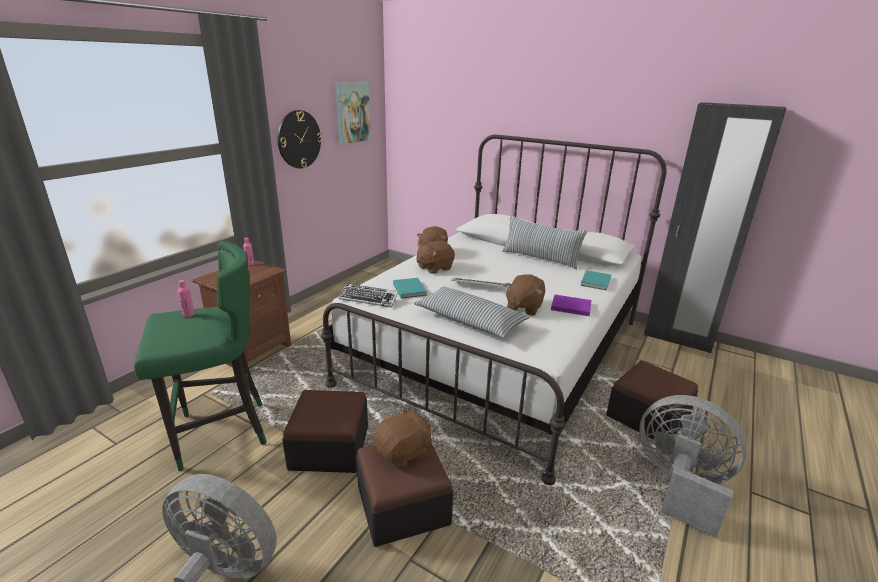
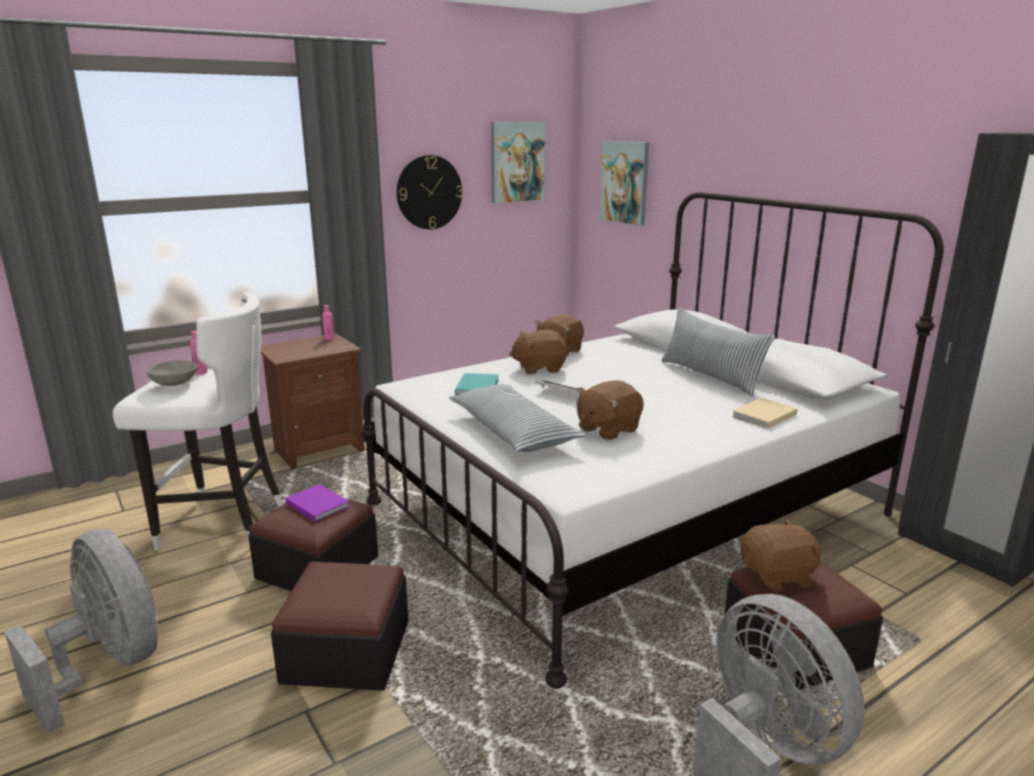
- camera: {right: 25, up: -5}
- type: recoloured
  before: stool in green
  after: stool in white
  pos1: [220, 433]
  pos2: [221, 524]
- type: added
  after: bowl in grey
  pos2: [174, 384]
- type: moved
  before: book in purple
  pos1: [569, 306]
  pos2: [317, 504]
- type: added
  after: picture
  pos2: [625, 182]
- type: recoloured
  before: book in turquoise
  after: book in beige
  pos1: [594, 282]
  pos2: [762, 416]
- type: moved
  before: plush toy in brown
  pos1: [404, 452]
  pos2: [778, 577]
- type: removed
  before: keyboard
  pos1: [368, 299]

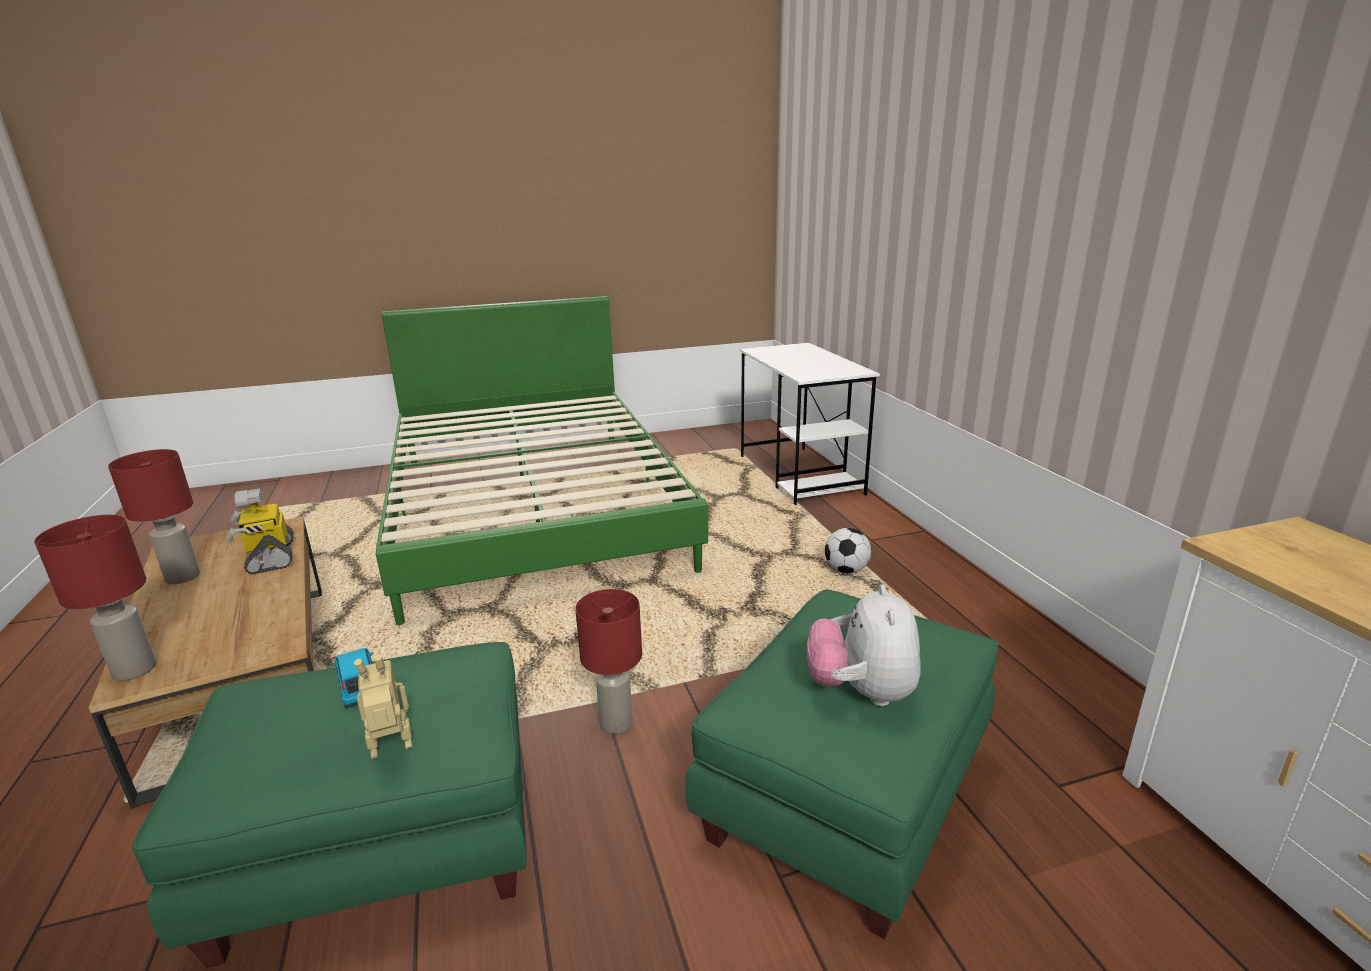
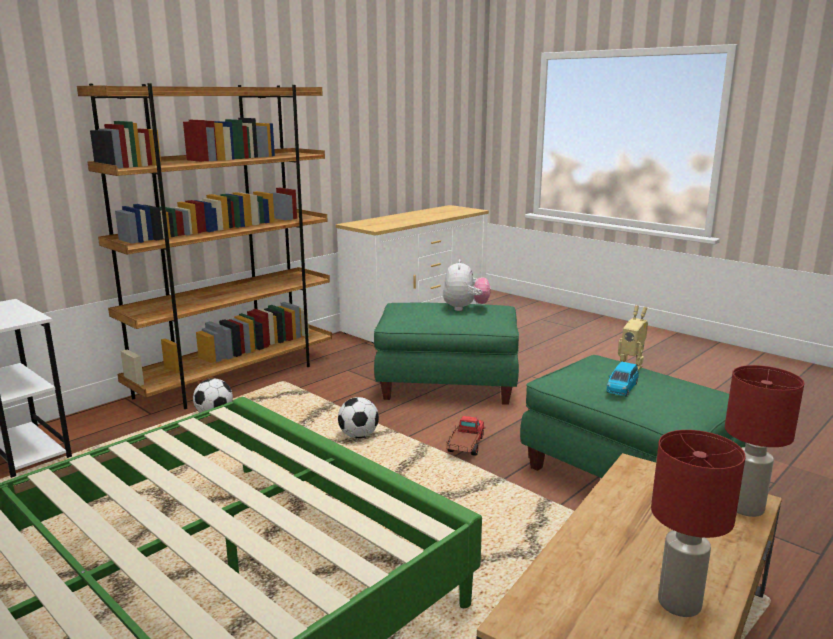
- camera: {right: -120, up: -5}
- type: added
  after: bookcase in brown
  pos2: [235, 378]
- type: added
  after: football
  pos2: [359, 436]
- type: turned
  before: plush toy
  pos1: [861, 692]
  pos2: [465, 308]
  turn: -60
- type: replaced
  before: table lamp in red
  after: toy truck
  pos1: [616, 722]
  pos2: [465, 446]
- type: removed
  before: toy robot
  pos1: [270, 557]

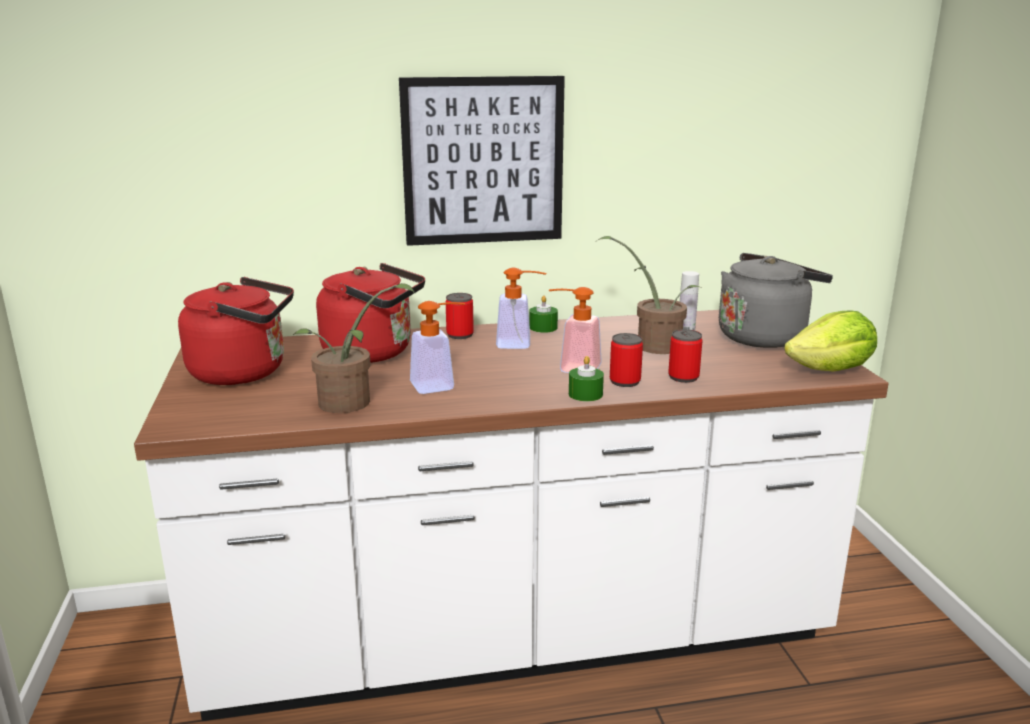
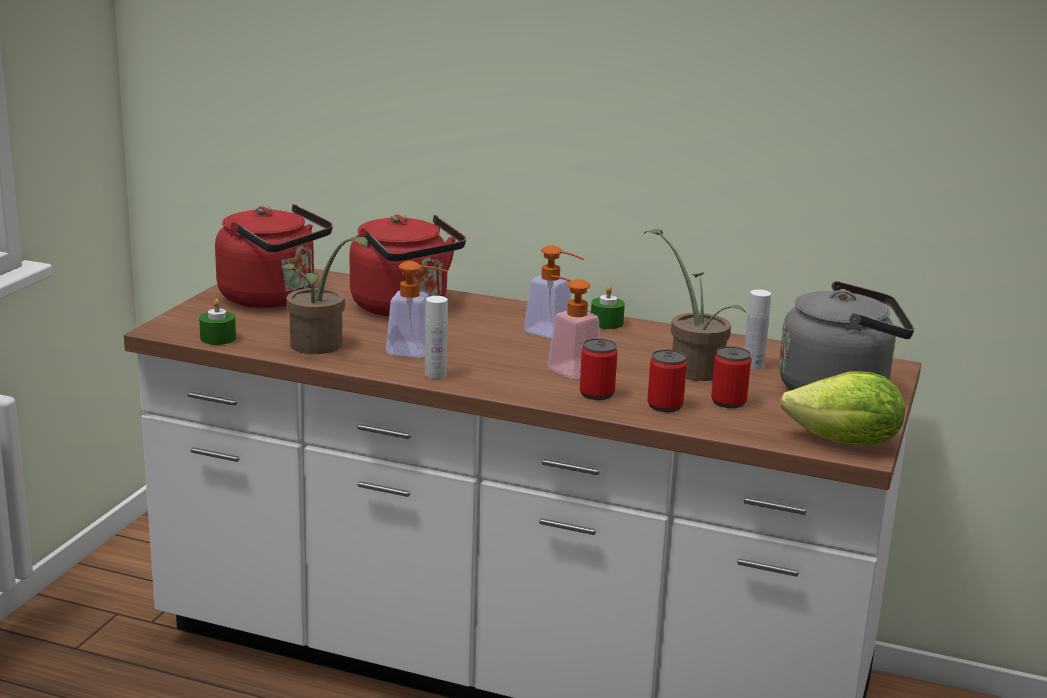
- camera: {right: 30, up: 0}
- type: moved
  before: candle in green
  pos1: [585, 394]
  pos2: [218, 338]
- type: added
  after: bottle in white
  pos2: [435, 374]
- type: moved
  before: can
  pos1: [460, 335]
  pos2: [728, 402]
- type: removed
  before: picture
  pos1: [483, 161]

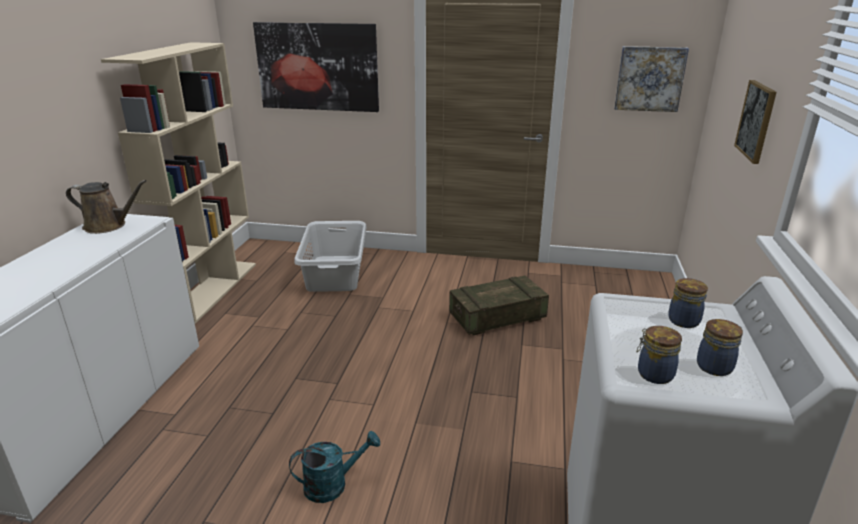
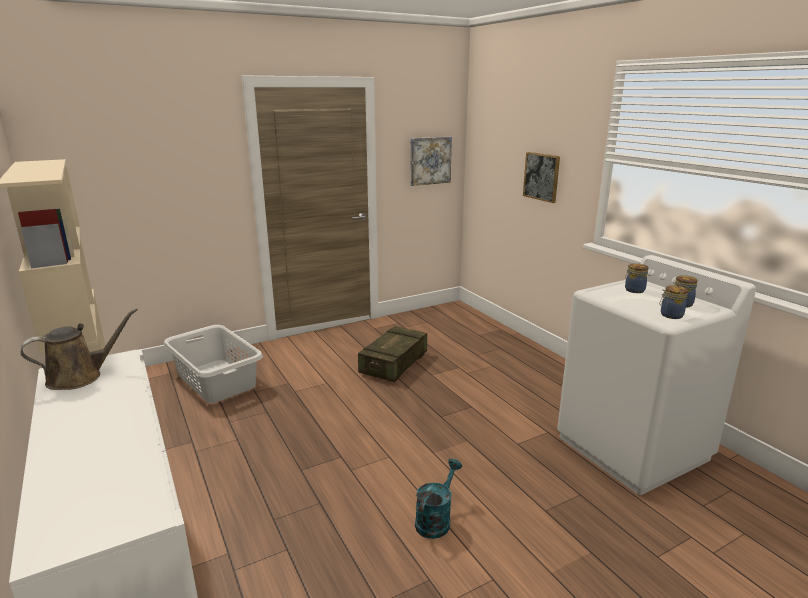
- camera: {right: -40, up: -5}
- type: removed
  before: picture
  pos1: [317, 67]

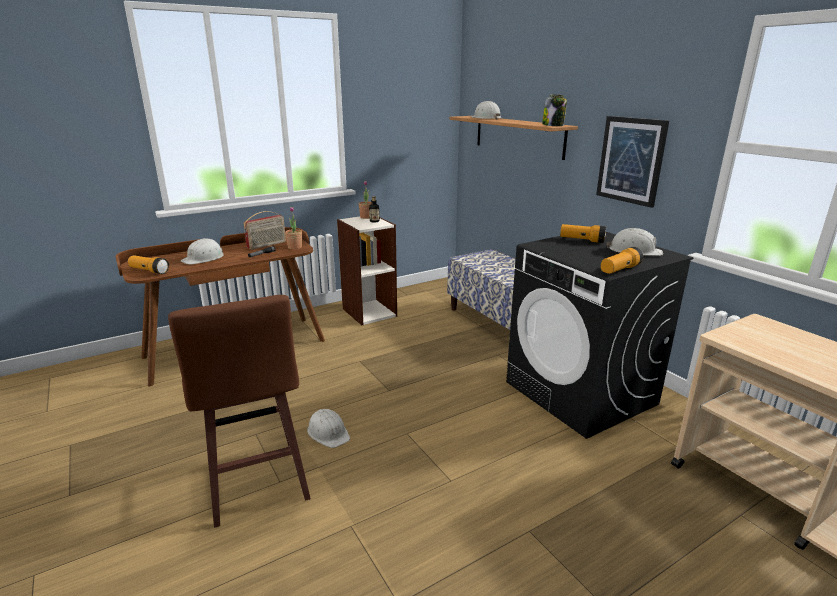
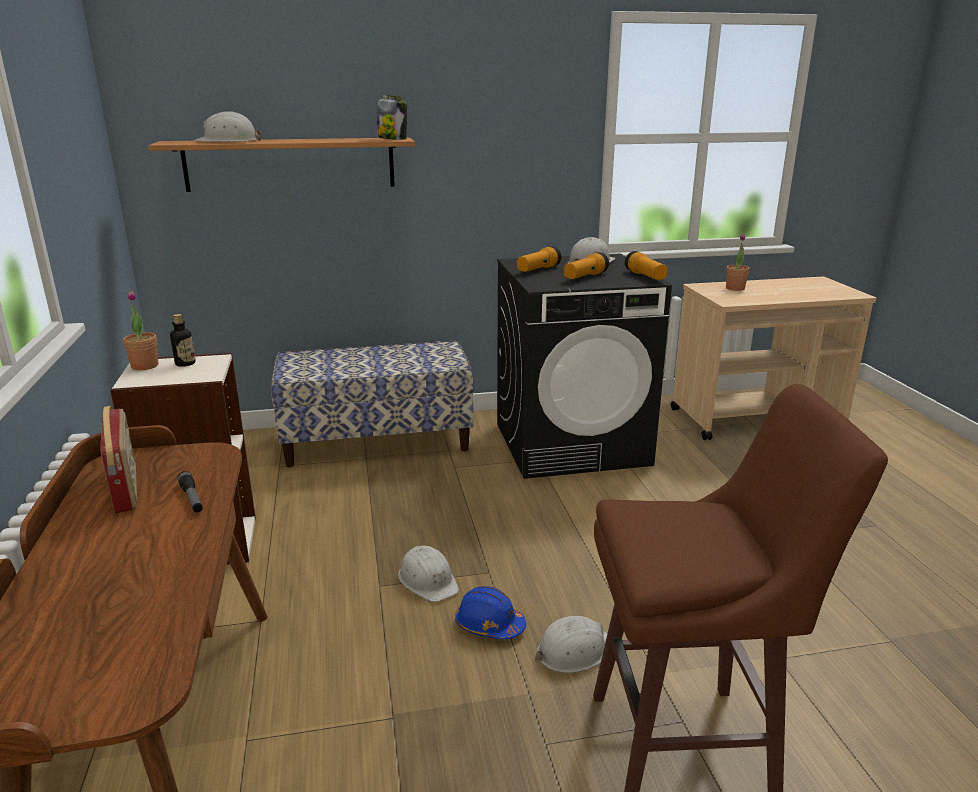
- camera: {right: -70, up: 0}
- type: moved
  before: hard hat in white
  pos1: [204, 258]
  pos2: [428, 580]
- type: added
  after: hard hat in blue
  pos2: [489, 625]
- type: moved
  before: flashlight
  pos1: [149, 271]
  pos2: [585, 277]
- type: moved
  before: potted plant
  pos1: [295, 247]
  pos2: [735, 288]
- type: removed
  before: picture
  pos1: [631, 160]

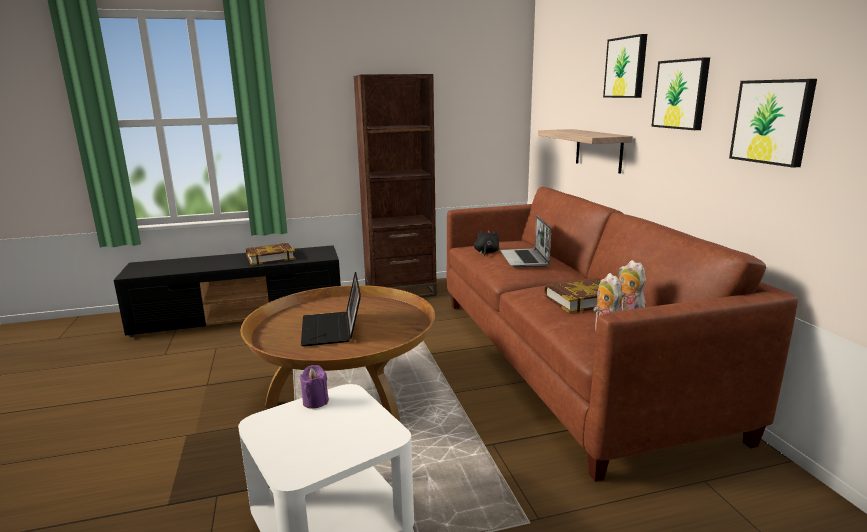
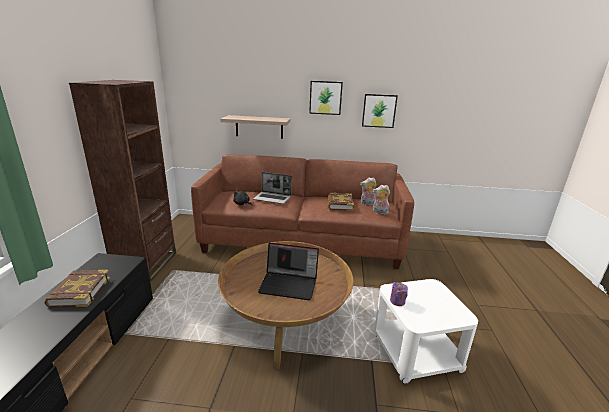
- camera: {right: -70, up: 5}
- type: removed
  before: picture
  pos1: [626, 67]

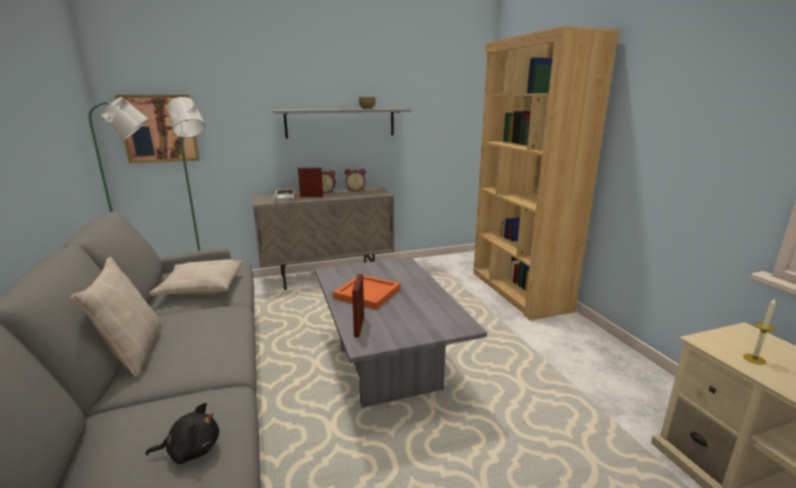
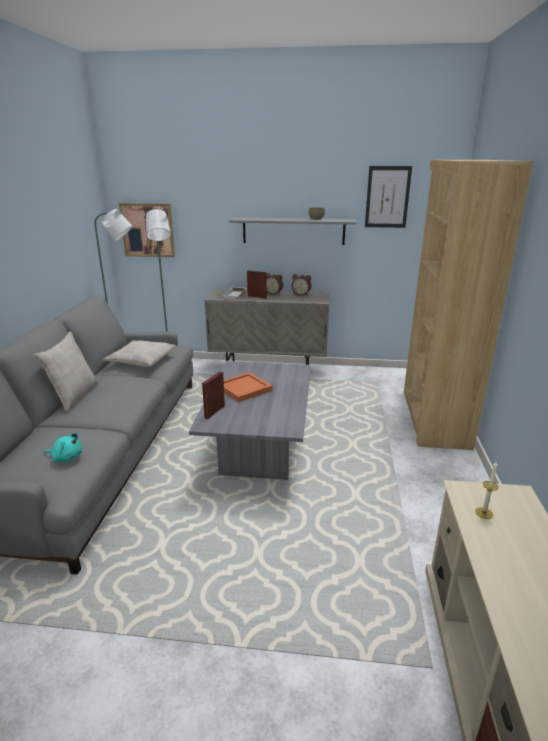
- camera: {right: 25, up: 5}
- type: recoloured
  before: plush toy in black
  after: plush toy in turquoise
  pos1: [191, 450]
  pos2: [66, 457]
- type: added
  after: picture
  pos2: [387, 197]

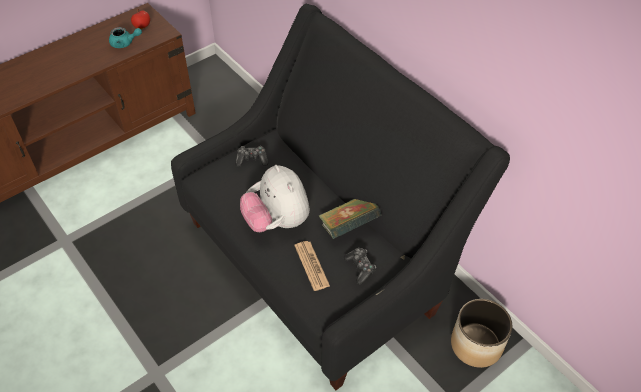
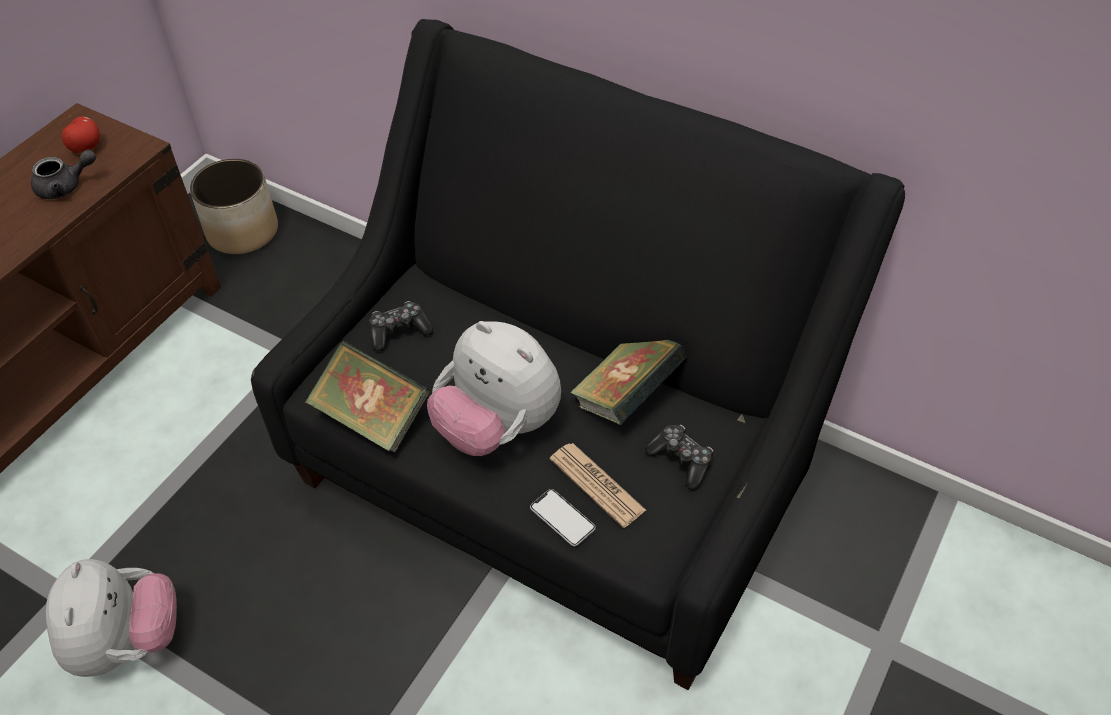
- camera: {right: -20, up: 0}
- type: recoloured
  before: teapot in turquoise
  after: teapot in grey
  pos1: [125, 43]
  pos2: [66, 186]
- type: added
  after: plush toy
  pos2: [127, 641]
- type: moved
  before: planter
  pos1: [476, 345]
  pos2: [243, 231]
- type: added
  after: book
  pos2: [372, 417]
- type: added
  after: phone
  pos2: [562, 518]

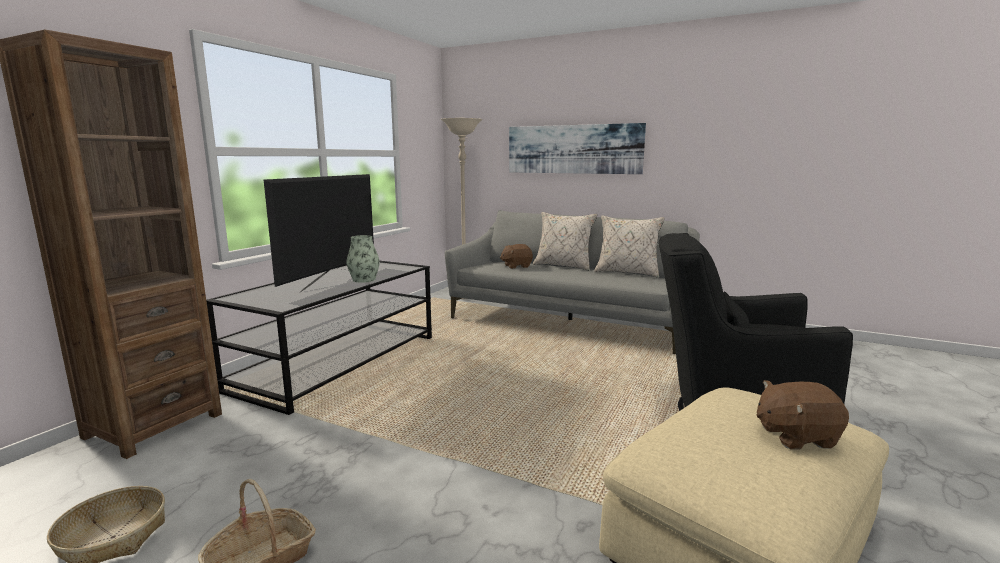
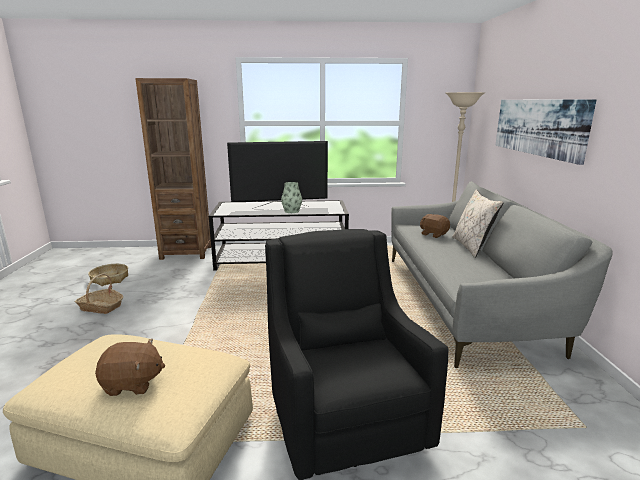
- camera: {right: 60, up: 5}
- type: turned
  before: plush toy in brown
  pos1: [795, 436]
  pos2: [132, 384]
  turn: 120
- type: removed
  before: pillow in beige
  pos1: [627, 272]

